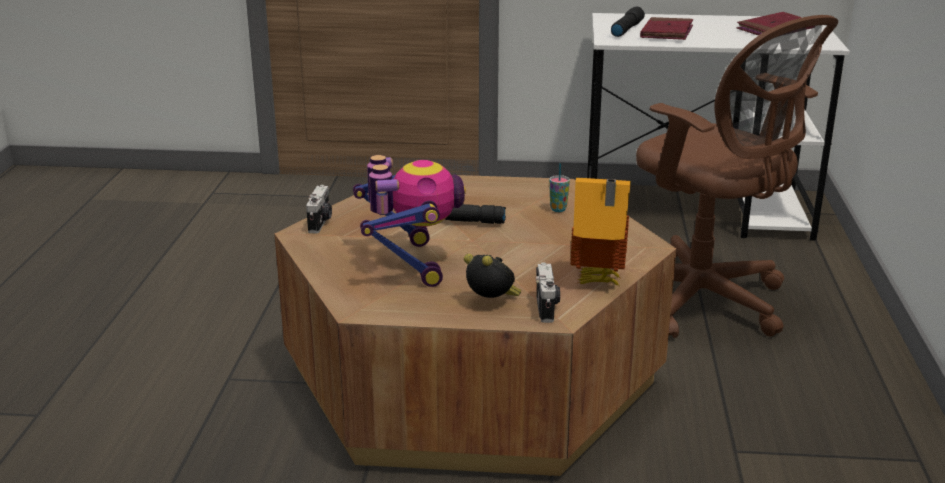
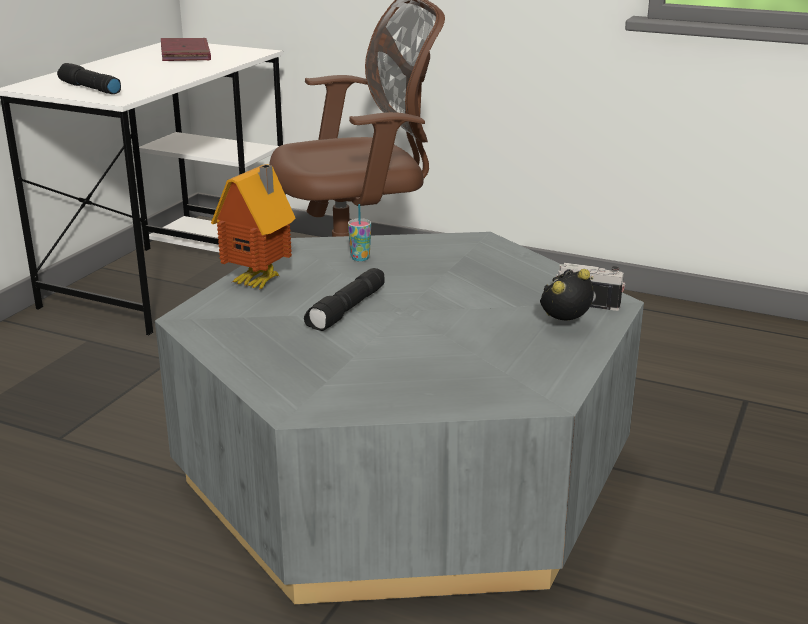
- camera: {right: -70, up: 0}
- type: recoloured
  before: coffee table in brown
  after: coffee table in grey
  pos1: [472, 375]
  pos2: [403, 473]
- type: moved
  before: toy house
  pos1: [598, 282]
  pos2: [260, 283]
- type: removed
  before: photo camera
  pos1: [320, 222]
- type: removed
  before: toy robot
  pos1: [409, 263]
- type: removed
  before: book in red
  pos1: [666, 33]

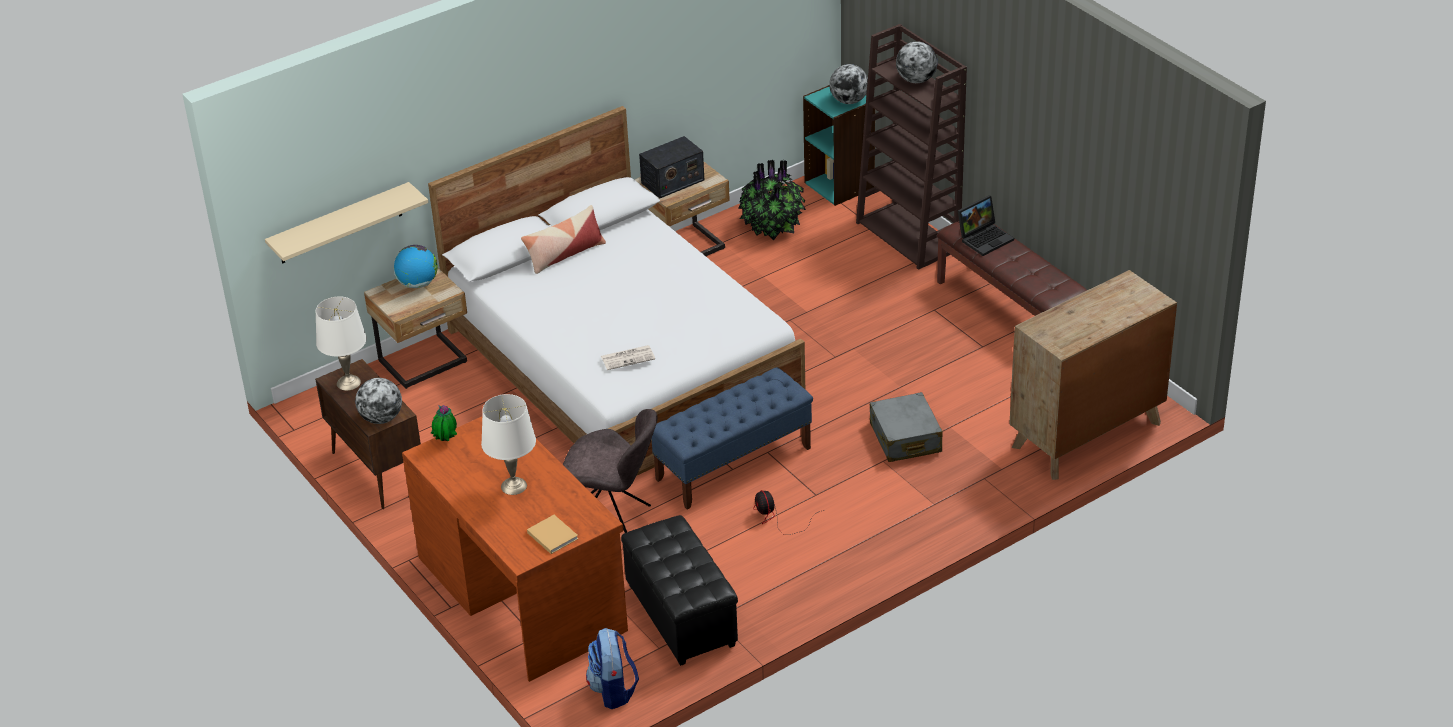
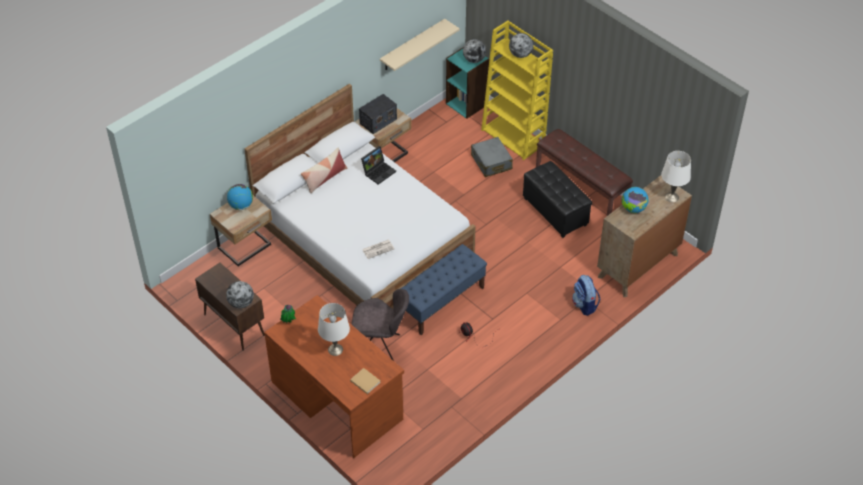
- camera: {right: -10, up: 10}
- type: moved
  before: laptop
  pos1: [985, 238]
  pos2: [379, 171]
- type: moved
  before: shelf in beige
  pos1: [340, 224]
  pos2: [412, 45]
- type: moved
  before: suitcase in grey
  pos1: [905, 438]
  pos2: [491, 162]
- type: recoloured
  before: bookcase in brown
  after: bookcase in yellow
  pos1: [909, 236]
  pos2: [513, 137]
- type: moved
  before: ottoman in black
  pos1: [682, 616]
  pos2: [555, 212]
- type: moved
  before: backpack
  pos1: [613, 690]
  pos2: [584, 305]
- type: added
  after: globe
  pos2: [633, 209]
- type: moved
  before: table lamp in white
  pos1: [349, 383]
  pos2: [672, 197]
- type: removed
  before: potted plant
  pos1: [772, 227]

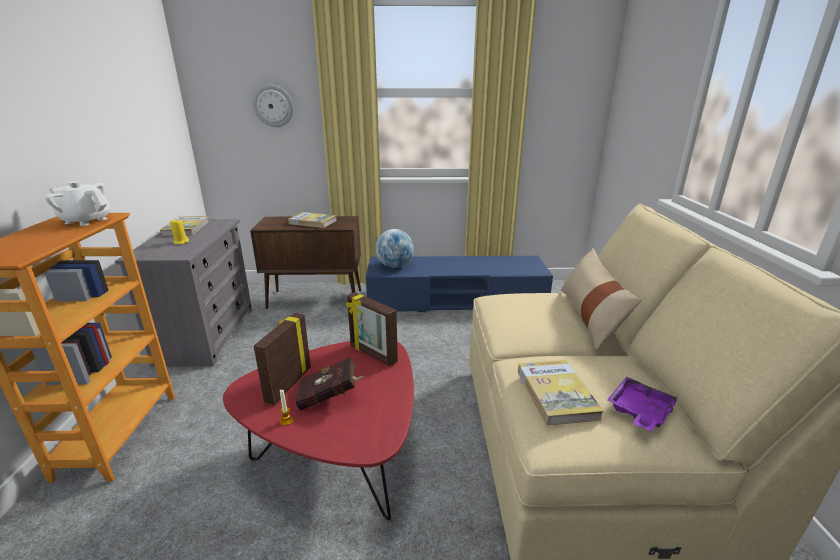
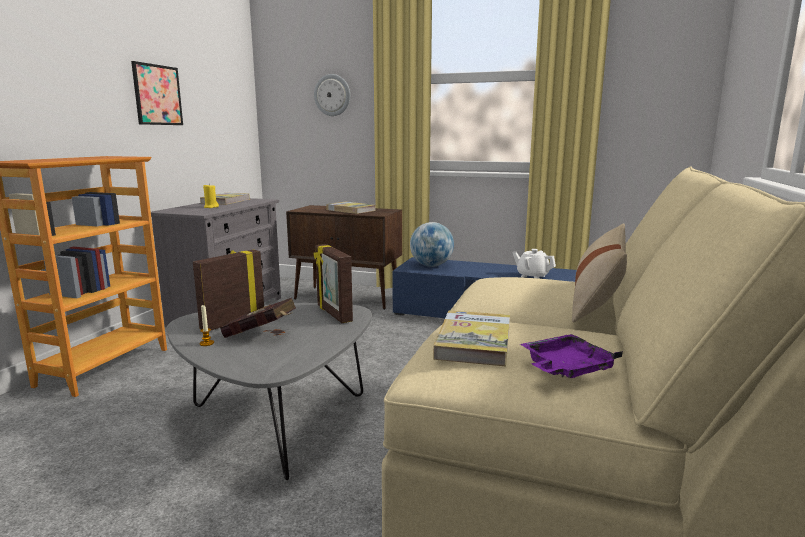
- camera: {right: 20, up: -10}
- type: added
  after: picture
  pos2: [157, 95]
- type: recoloured
  before: coffee table in red
  after: coffee table in grey
  pos1: [340, 459]
  pos2: [277, 422]
- type: moved
  before: teapot in white
  pos1: [86, 221]
  pos2: [532, 276]

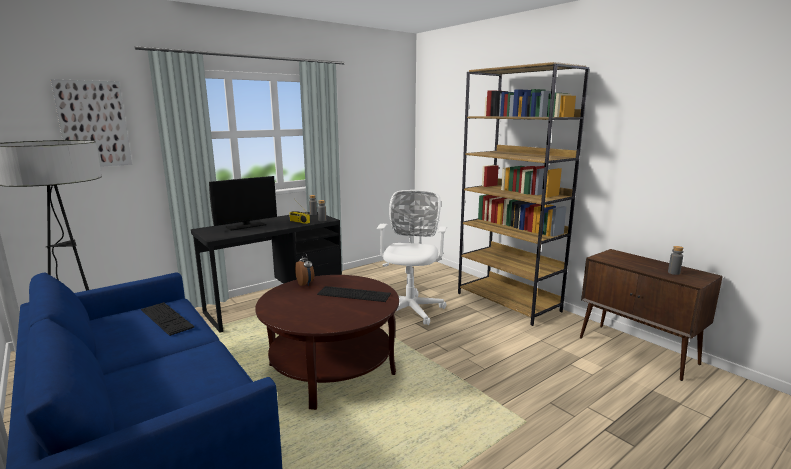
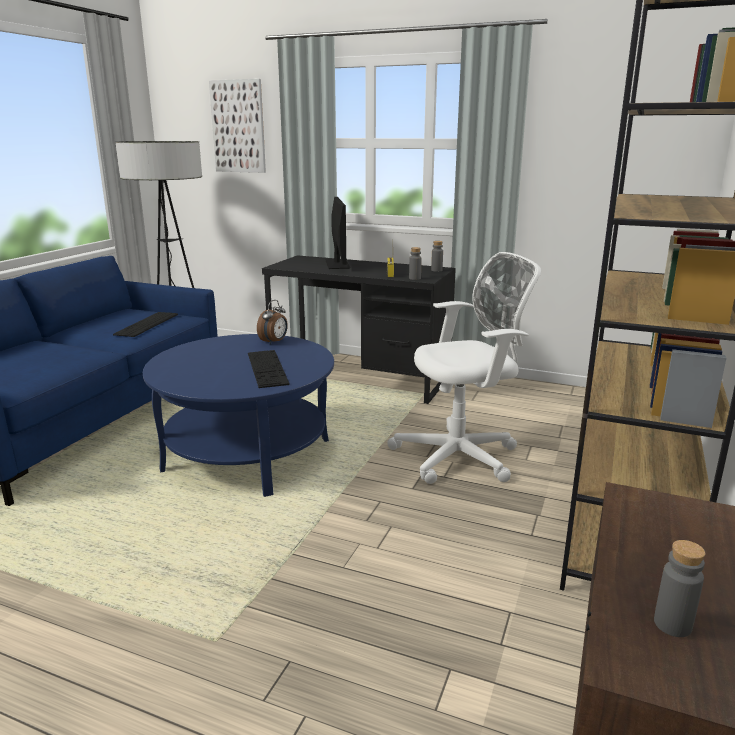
- camera: {right: 60, up: 5}
- type: recoloured
  before: coffee table in brown
  after: coffee table in blue
  pos1: [331, 369]
  pos2: [247, 455]
- type: turned
  before: monitor
  pos1: [246, 226]
  pos2: [337, 264]
  turn: -120

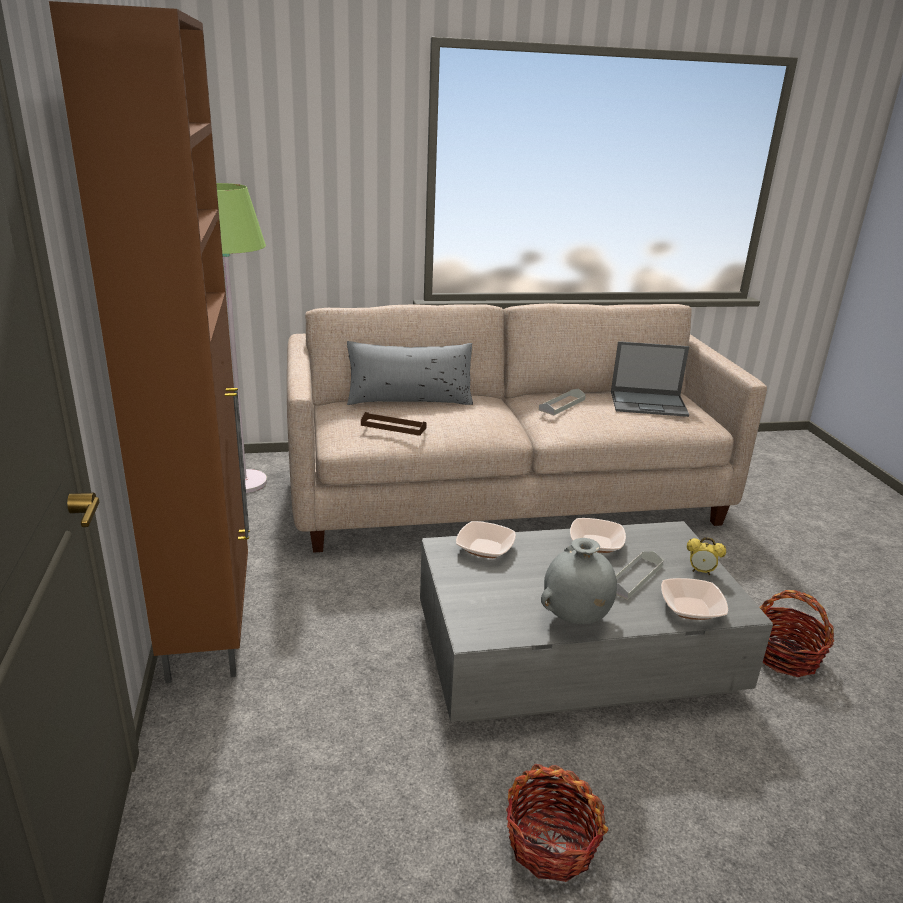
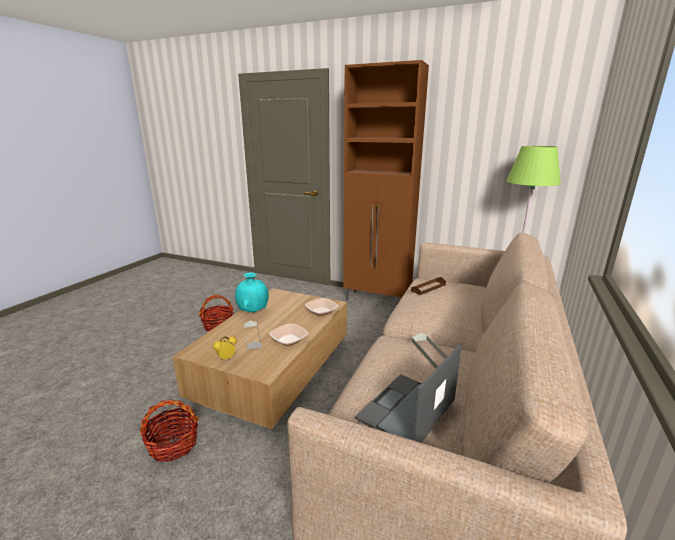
- camera: {right: 125, up: -5}
- type: recoloured
  before: coffee table in grey
  after: coffee table in brown
  pos1: [575, 652]
  pos2: [274, 368]
- type: recoloured
  before: vase in grey
  after: vase in turquoise
  pos1: [575, 619]
  pos2: [253, 312]
- type: removed
  before: pillow in grey
  pos1: [409, 399]
- type: removed
  before: bowl
  pos1: [691, 608]

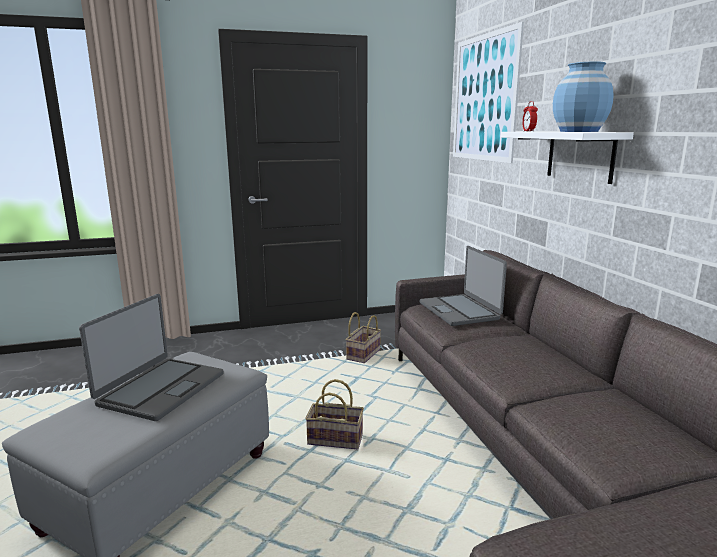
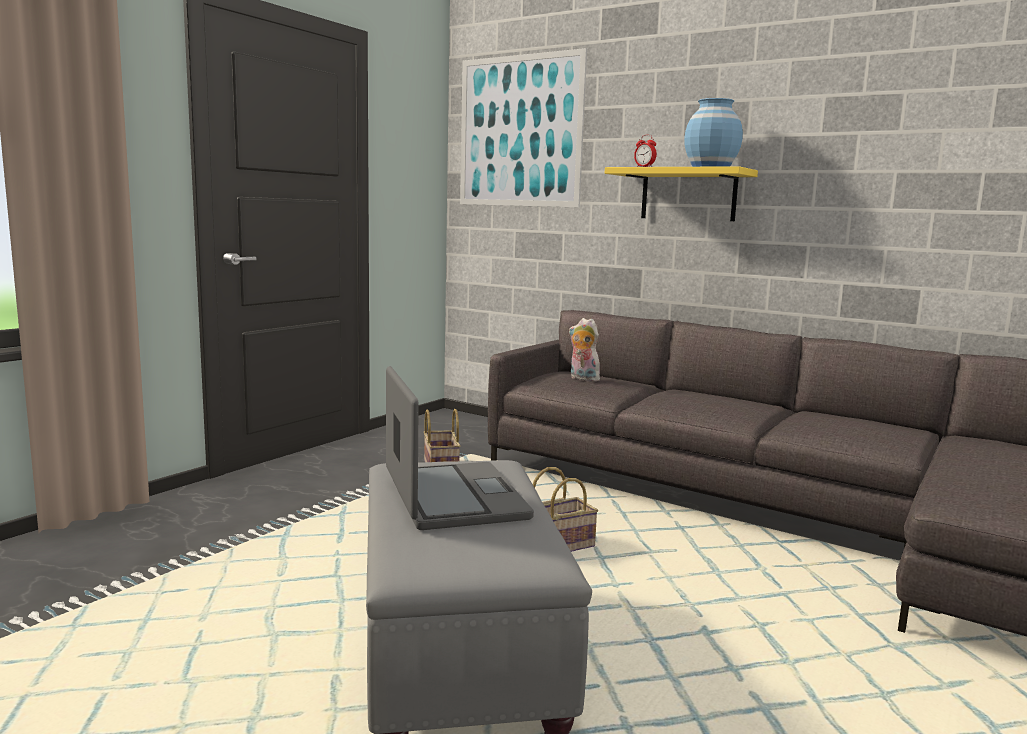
- camera: {right: -40, up: -5}
- type: replaced
  before: laptop
  after: plush toy
  pos1: [459, 311]
  pos2: [582, 379]
- type: recoloured
  before: shelf in white
  after: shelf in yellow
  pos1: [580, 155]
  pos2: [688, 195]

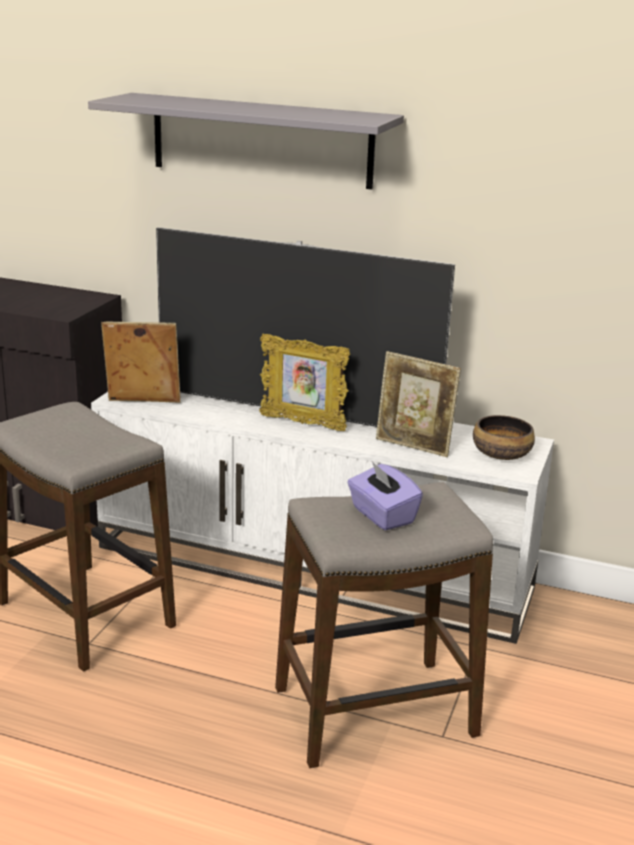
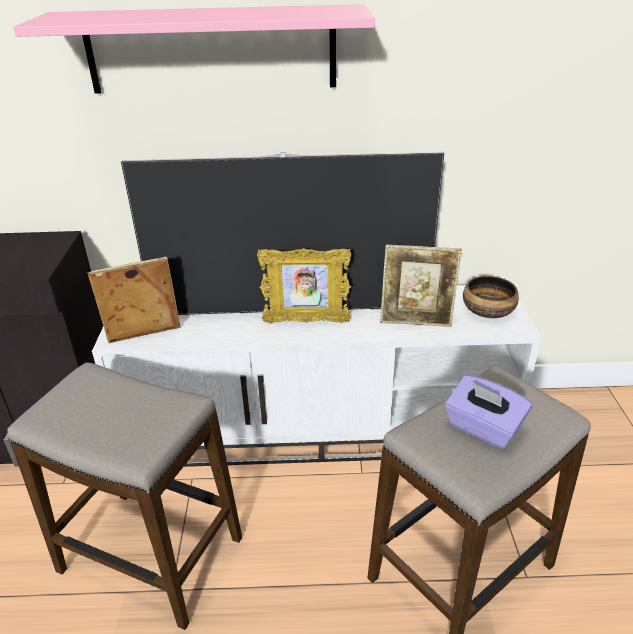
- camera: {right: -20, up: 10}
- type: recoloured
  before: shelf in grey
  after: shelf in pink
  pos1: [261, 140]
  pos2: [211, 50]

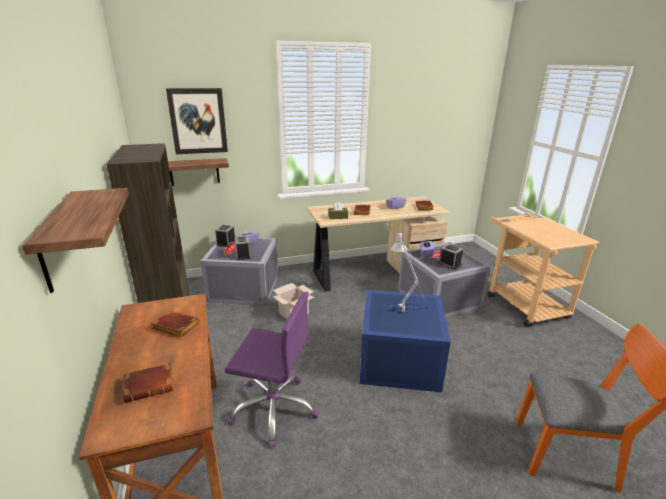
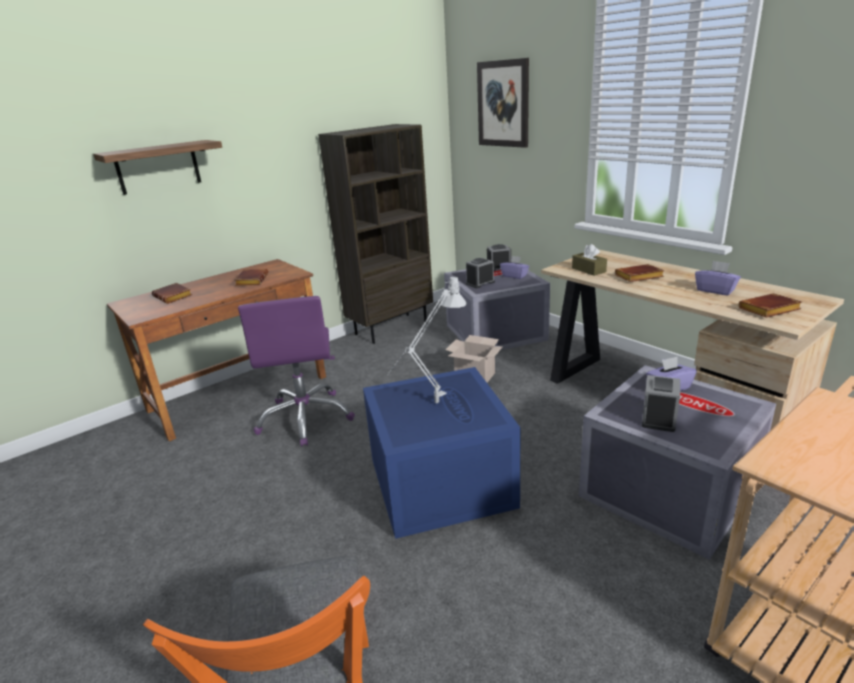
- camera: {right: 70, up: 0}
- type: removed
  before: shelf
  pos1: [194, 172]

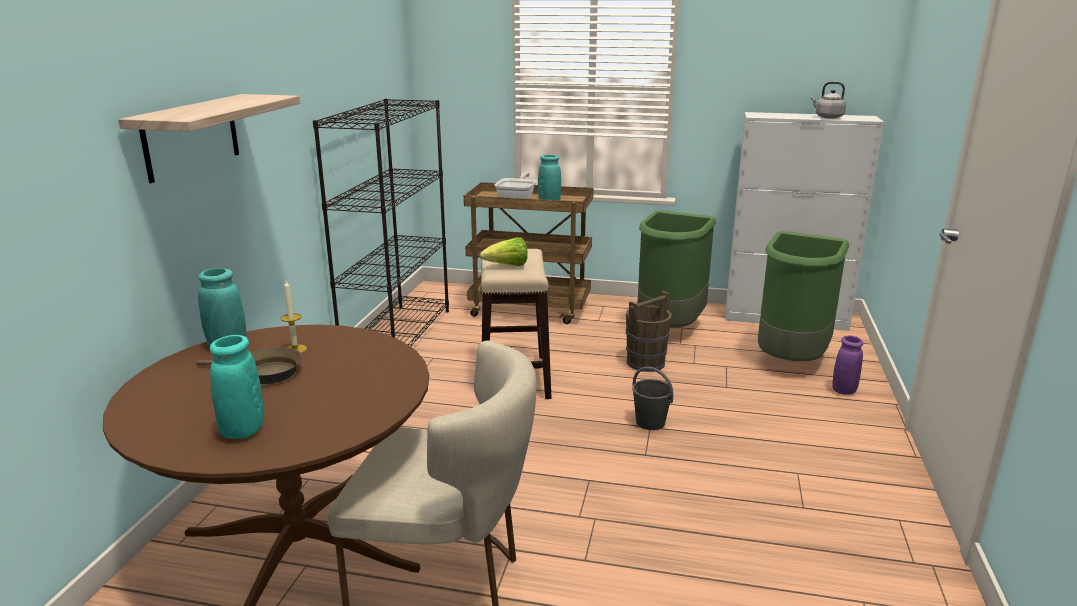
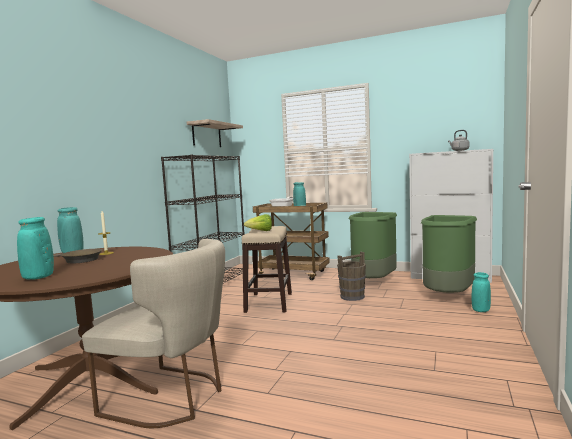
- camera: {right: 10, up: -15}
- type: moved
  before: shelf
  pos1: [191, 136]
  pos2: [206, 135]
- type: recoloured
  before: vase in purple
  after: vase in turquoise
  pos1: [844, 390]
  pos2: [481, 310]
- type: removed
  before: bucket in grey
  pos1: [651, 423]

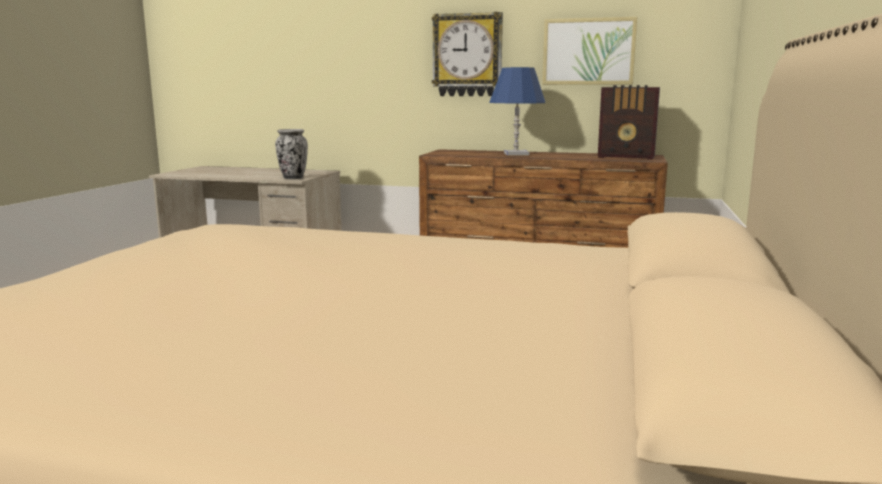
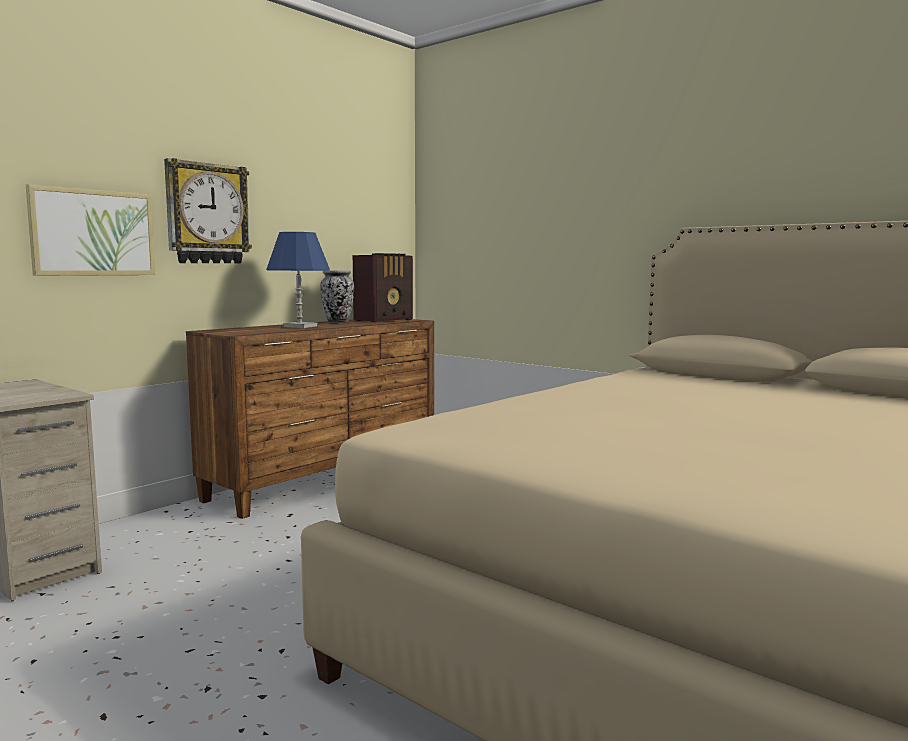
- camera: {right: -65, up: -5}
- type: moved
  before: picture
  pos1: [588, 51]
  pos2: [93, 233]
- type: moved
  before: vase
  pos1: [293, 178]
  pos2: [338, 322]

